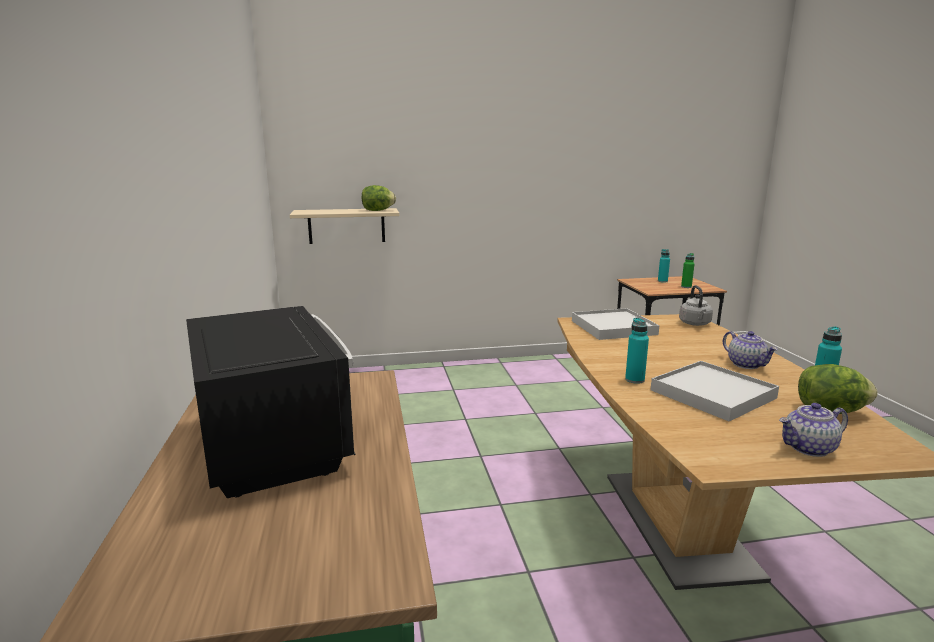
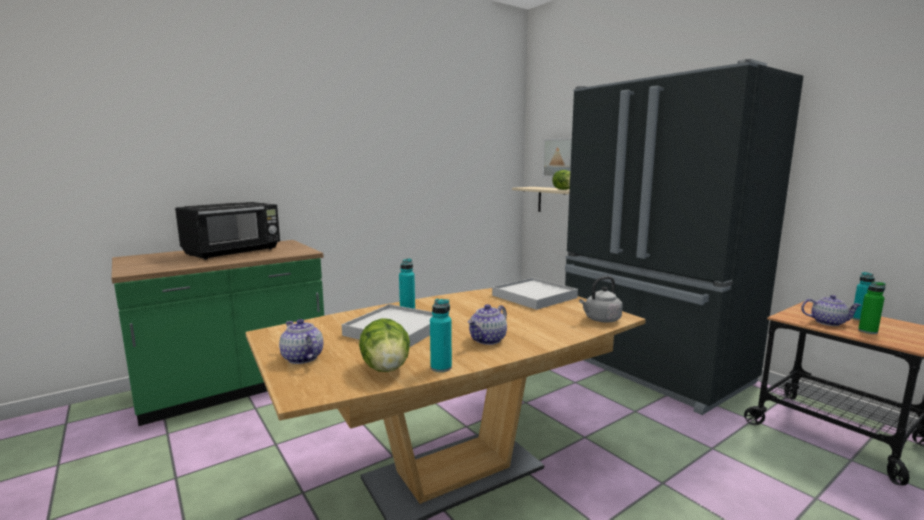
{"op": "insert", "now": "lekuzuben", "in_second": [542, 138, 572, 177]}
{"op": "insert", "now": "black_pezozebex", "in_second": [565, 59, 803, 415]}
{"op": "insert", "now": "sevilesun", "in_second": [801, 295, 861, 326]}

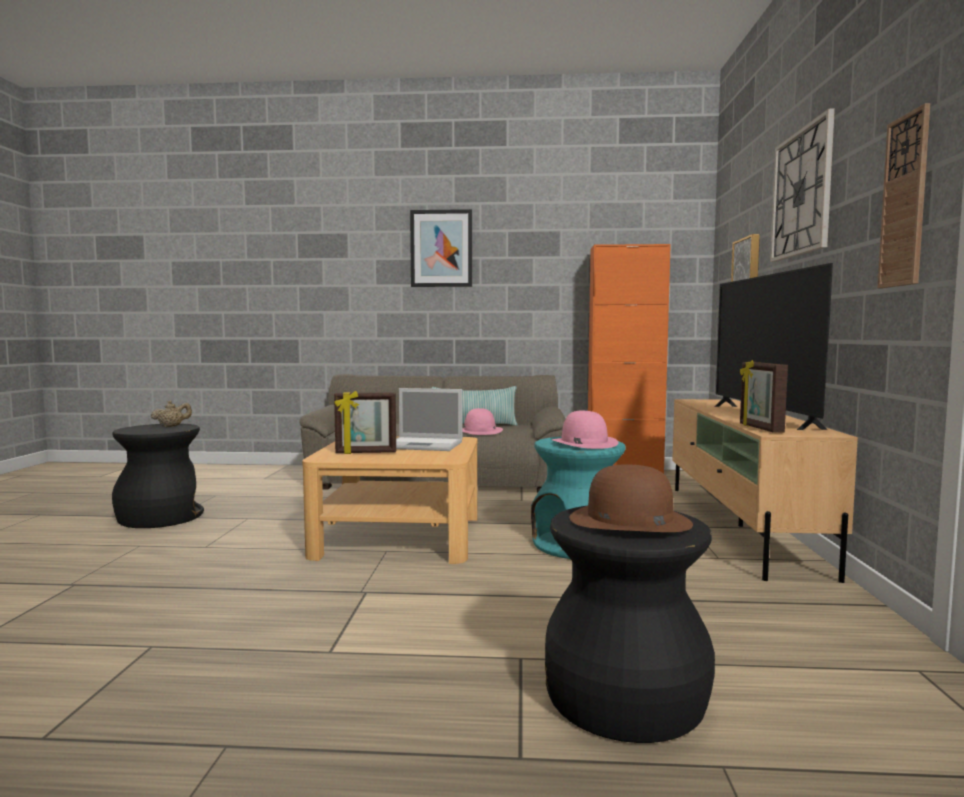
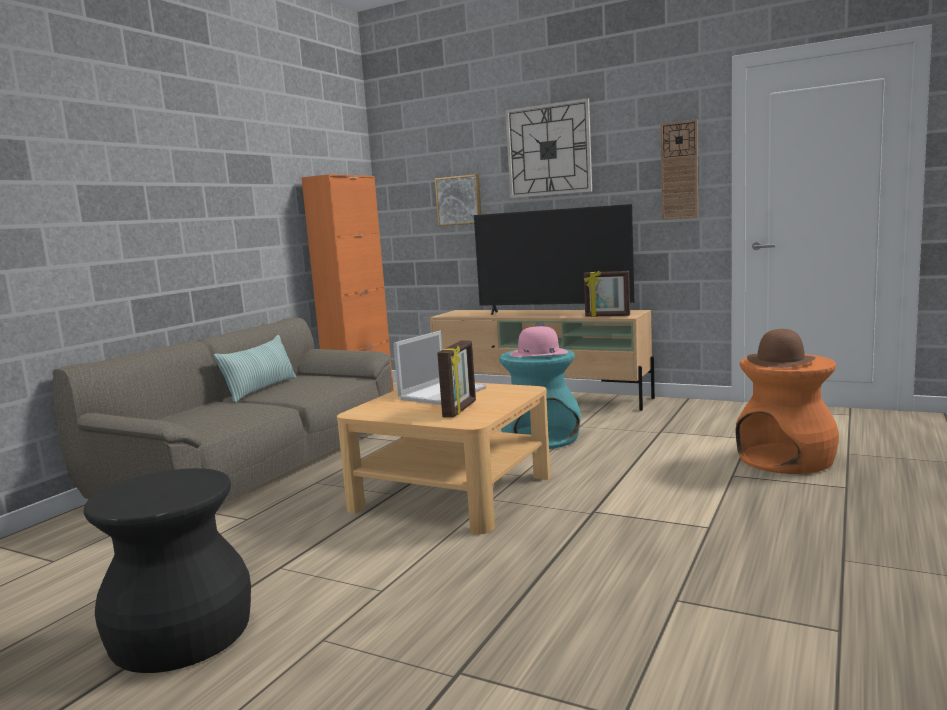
{"op": "delete", "was": "beige_sevilesun", "in_first": [151, 400, 192, 428]}
{"op": "delete", "was": "lekuzuben", "in_first": [410, 209, 472, 287]}
{"op": "delete", "was": "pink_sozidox", "in_first": [463, 408, 503, 435]}
{"op": "recolor", "was": "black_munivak", "now": "orange_munivak", "in_first": [545, 506, 715, 743], "in_second": [736, 354, 839, 474]}

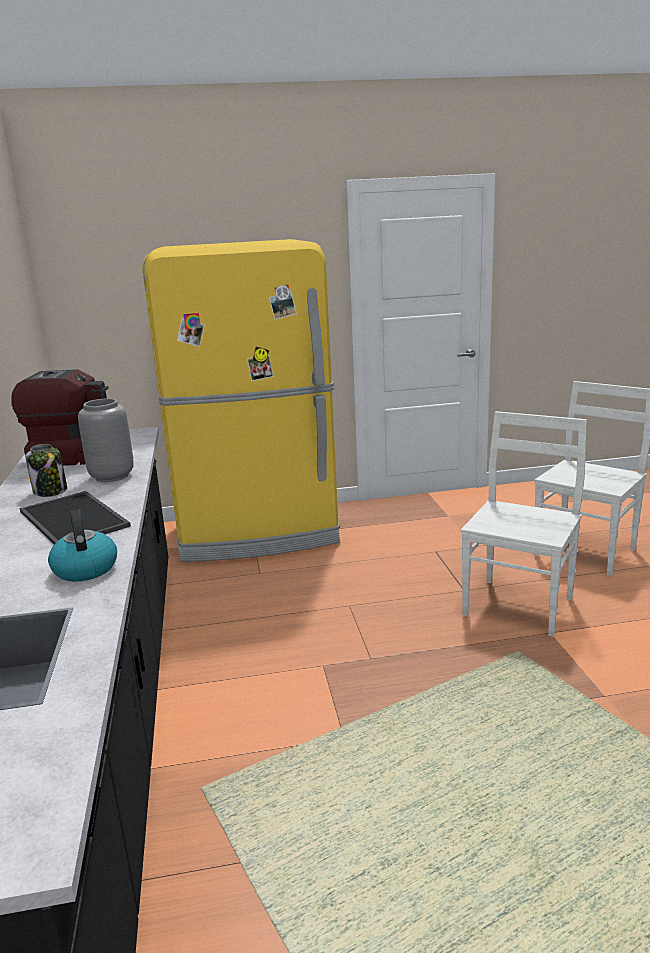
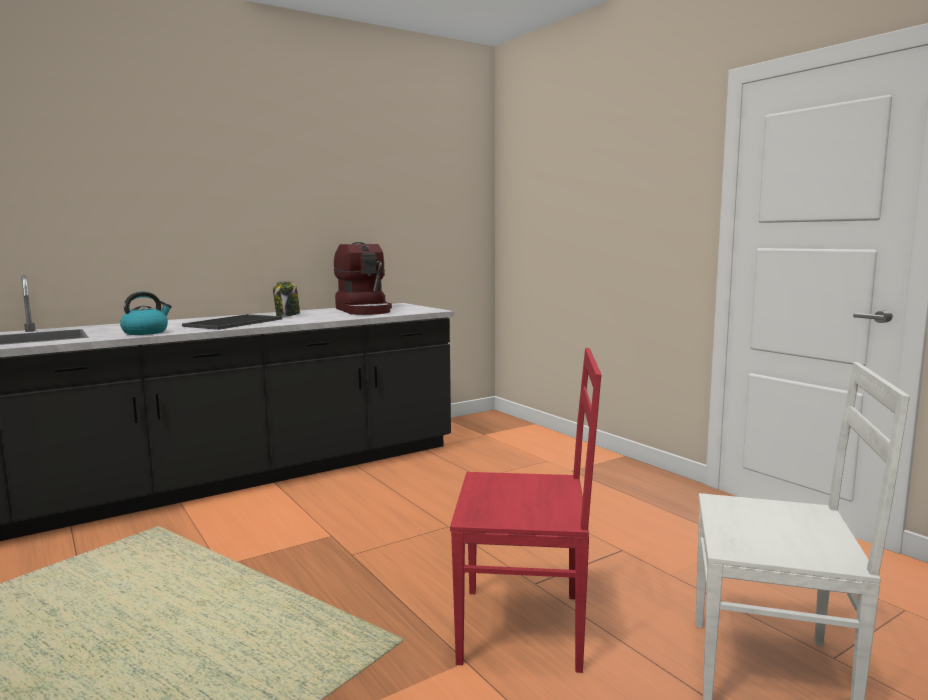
{"op": "delete", "was": "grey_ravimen", "in_first": [78, 399, 134, 482]}
{"op": "delete", "was": "yellow_pezozebex", "in_first": [142, 239, 340, 561]}
{"op": "recolor", "was": "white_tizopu", "now": "red_tizopu", "in_first": [461, 411, 587, 637], "in_second": [450, 348, 601, 673]}

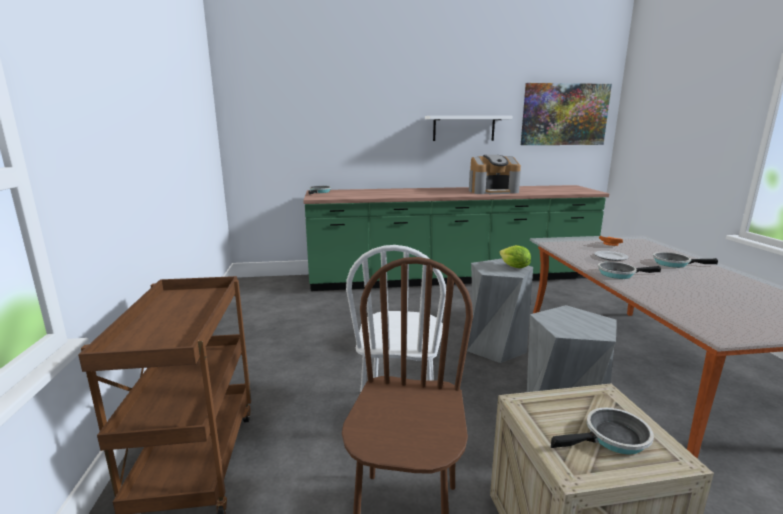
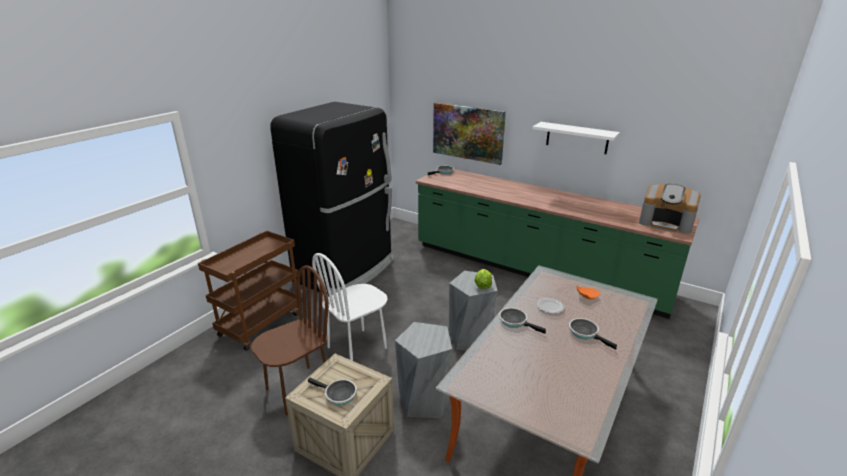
{"op": "move", "was": "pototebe", "in_first": [469, 155, 521, 194], "in_second": [639, 184, 701, 234]}
{"op": "move", "was": "lekuzuben", "in_first": [521, 83, 612, 145], "in_second": [433, 103, 506, 165]}
{"op": "insert", "now": "black_pezozebex", "in_second": [270, 102, 393, 296]}

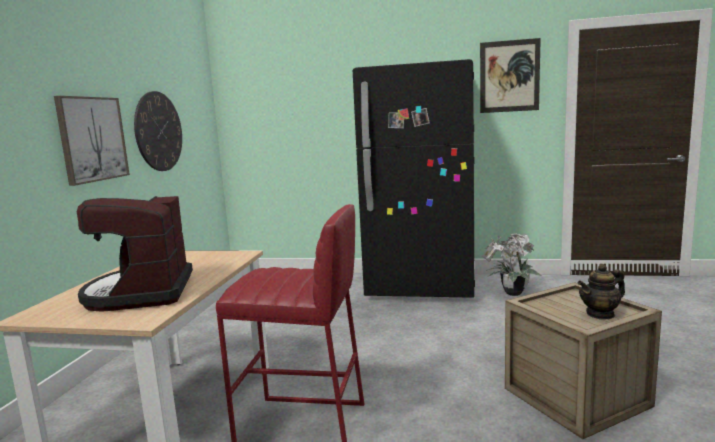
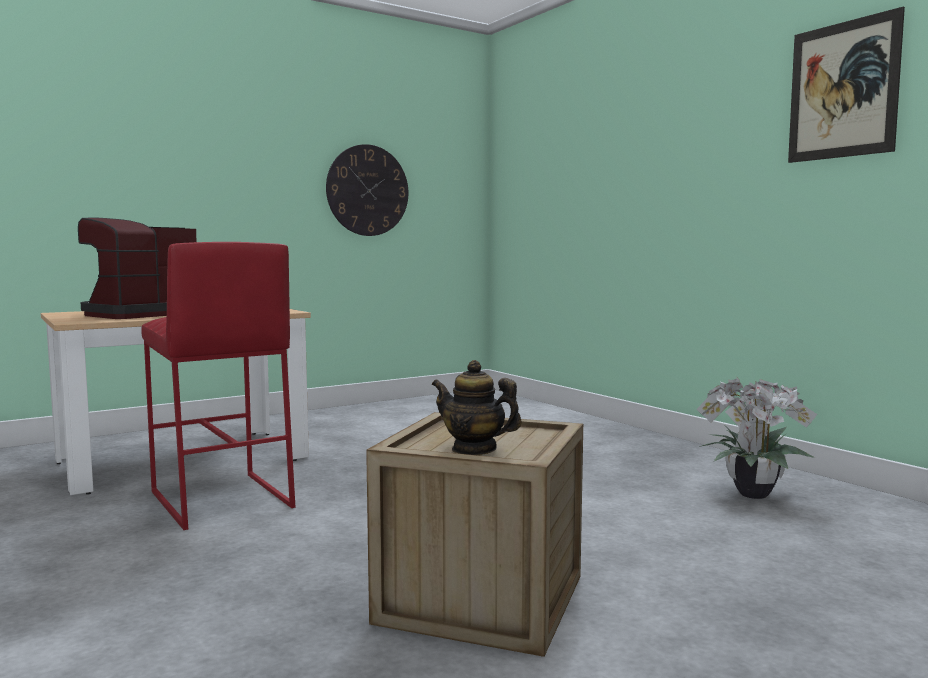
{"op": "delete", "was": "lekuzuben", "in_first": [54, 96, 130, 186]}
{"op": "delete", "was": "black_pezozebex", "in_first": [353, 59, 475, 298]}

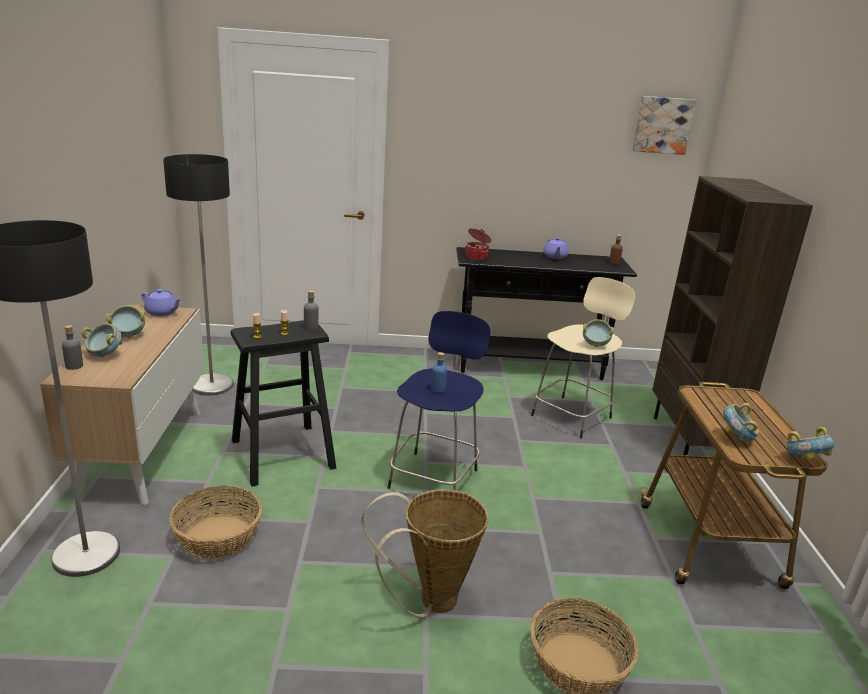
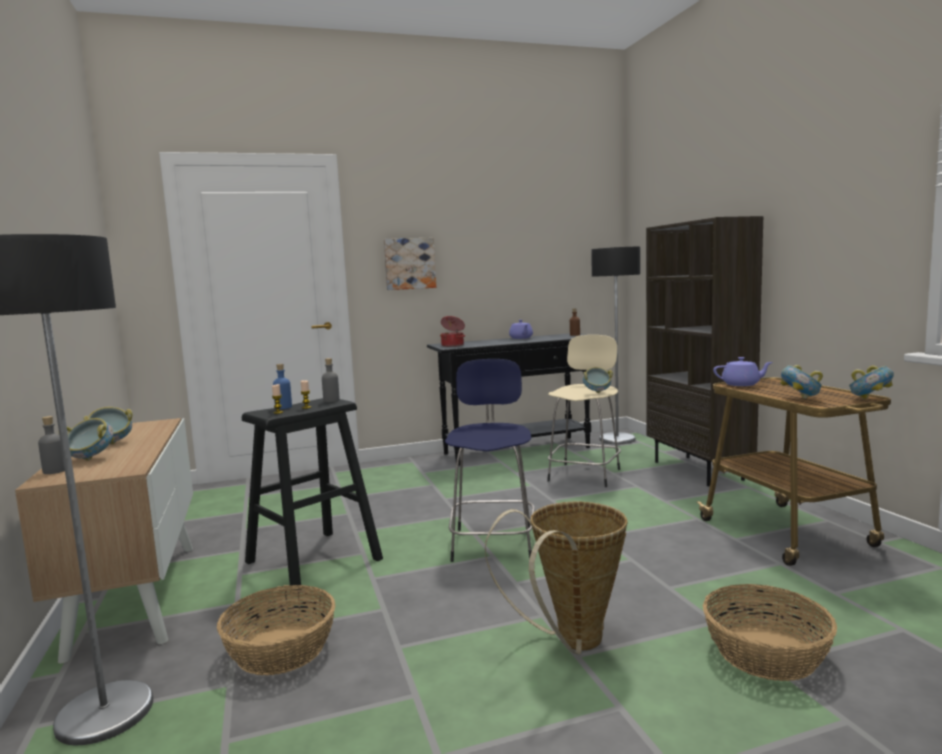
{"op": "move", "was": "purple_sevilesun", "in_first": [141, 289, 182, 316], "in_second": [713, 357, 773, 386]}
{"op": "move", "was": "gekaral", "in_first": [163, 154, 234, 396], "in_second": [591, 247, 640, 444]}
{"op": "move", "was": "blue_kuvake", "in_first": [431, 352, 447, 393], "in_second": [273, 364, 292, 409]}
{"op": "move", "was": "lekuzuben", "in_first": [633, 96, 696, 155], "in_second": [384, 238, 436, 290]}

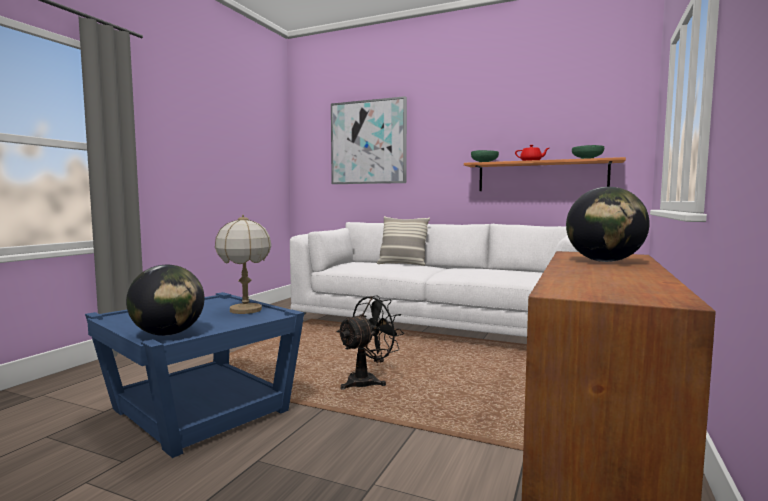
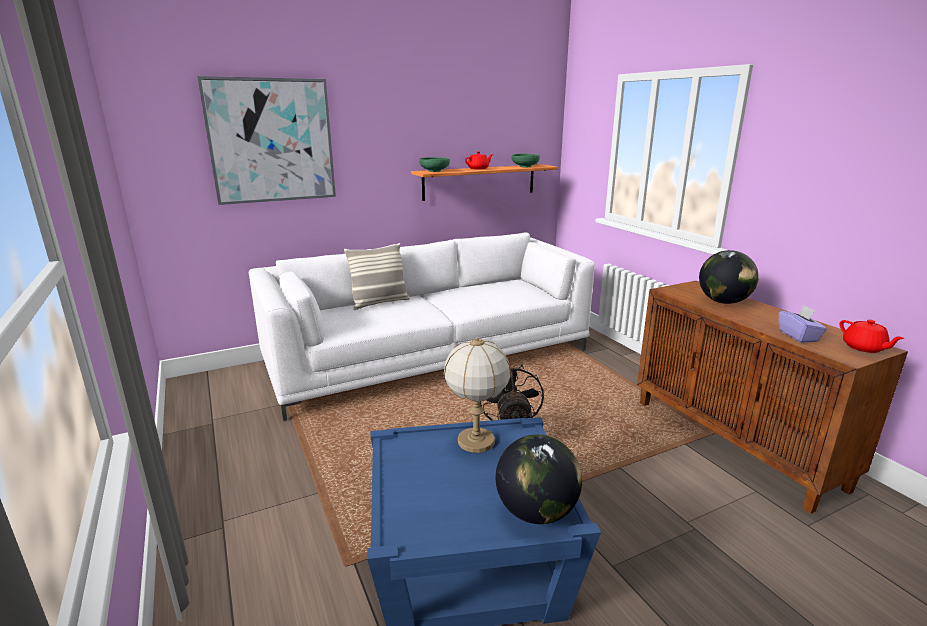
{"op": "insert", "now": "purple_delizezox", "in_second": [779, 305, 827, 343]}
{"op": "insert", "now": "red_sevilesun", "in_second": [840, 320, 905, 353]}

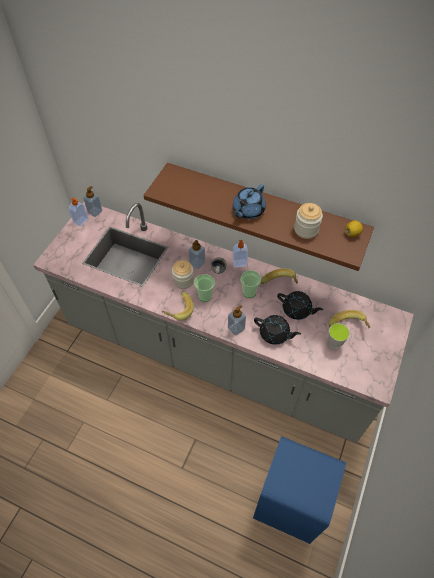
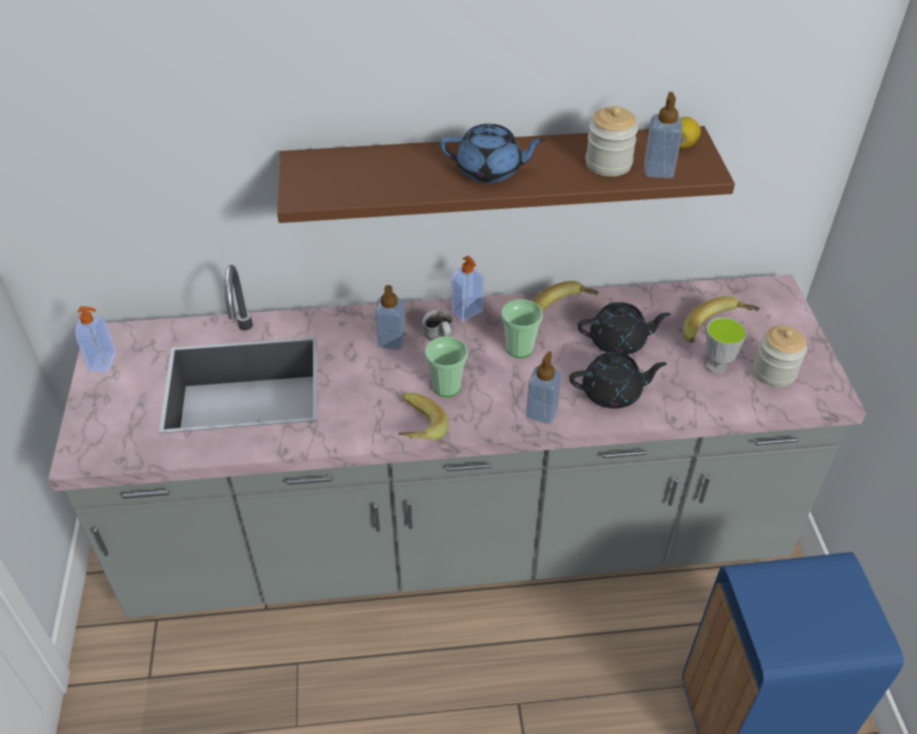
{"op": "move", "was": "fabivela", "in_first": [83, 186, 102, 217], "in_second": [644, 92, 683, 178]}
{"op": "move", "was": "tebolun", "in_first": [172, 260, 194, 289], "in_second": [753, 325, 807, 387]}
{"op": "rotate", "was": "blue_sevilesun", "in_first": [233, 184, 266, 219], "in_second": [440, 124, 546, 183], "clockwise": -90}

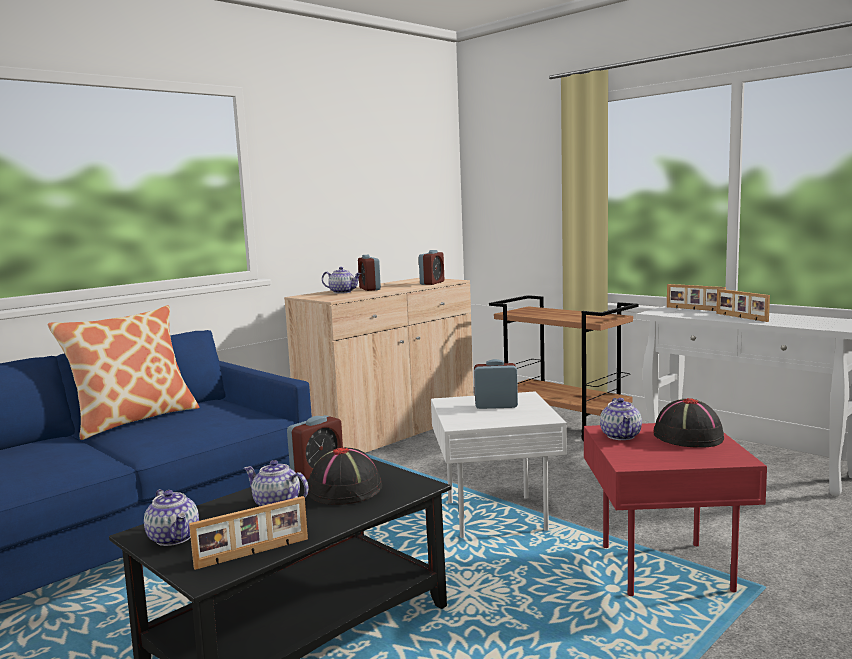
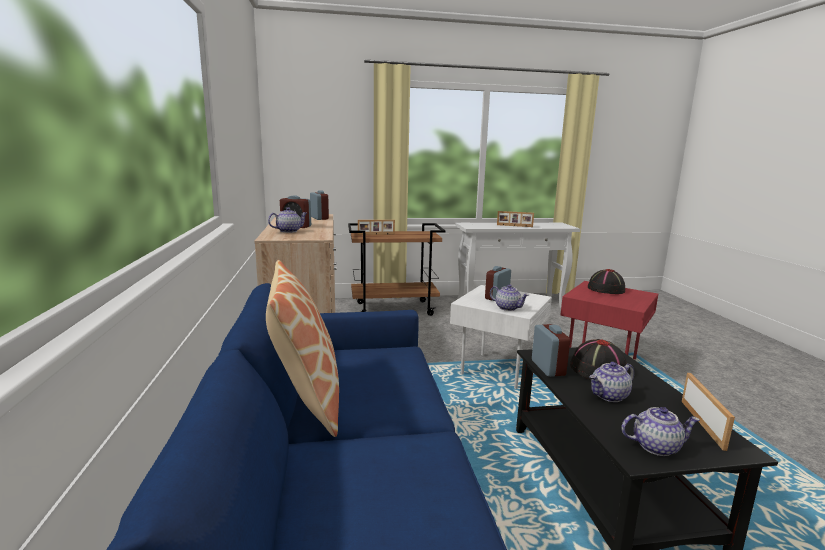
{"op": "move", "was": "sevilesun", "in_first": [600, 398, 642, 440], "in_second": [490, 284, 529, 311]}
{"op": "move", "was": "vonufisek", "in_first": [667, 284, 726, 311], "in_second": [358, 220, 395, 235]}

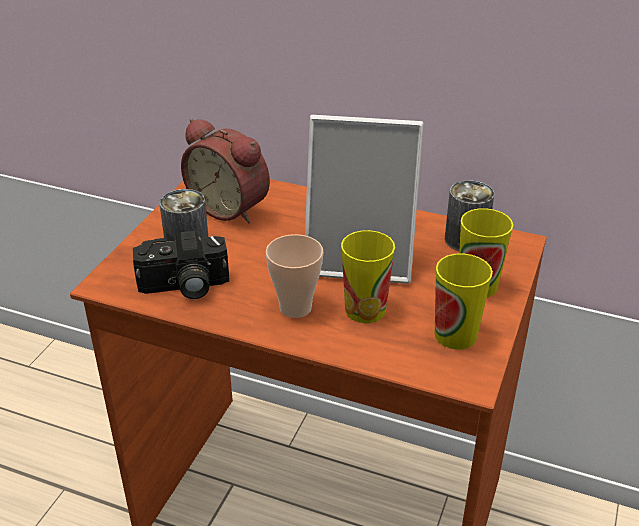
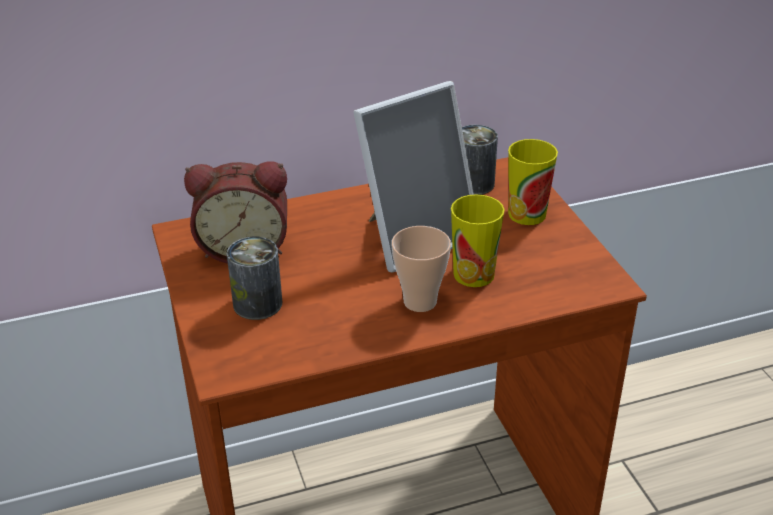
{"op": "delete", "was": "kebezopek", "in_first": [133, 231, 229, 299]}
{"op": "delete", "was": "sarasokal", "in_first": [435, 253, 493, 350]}

